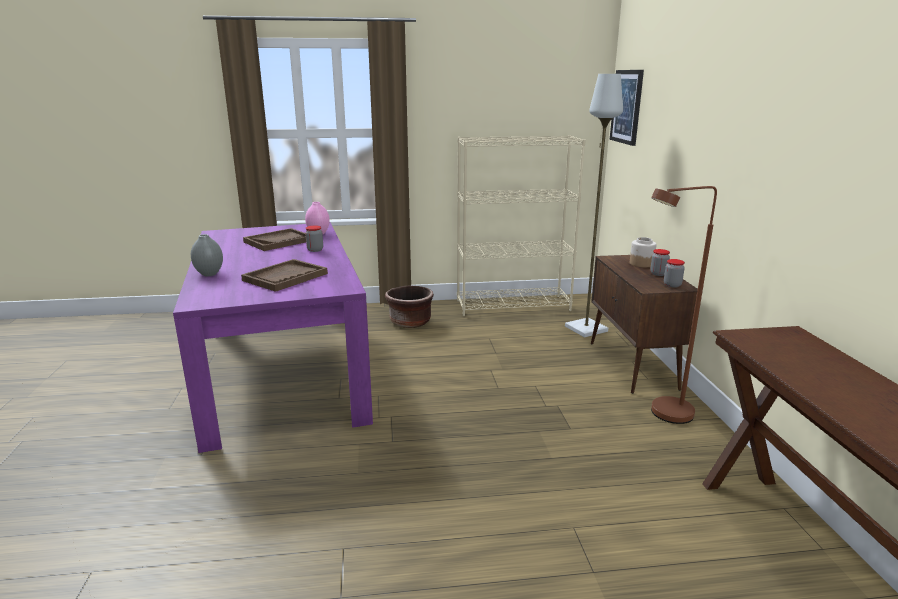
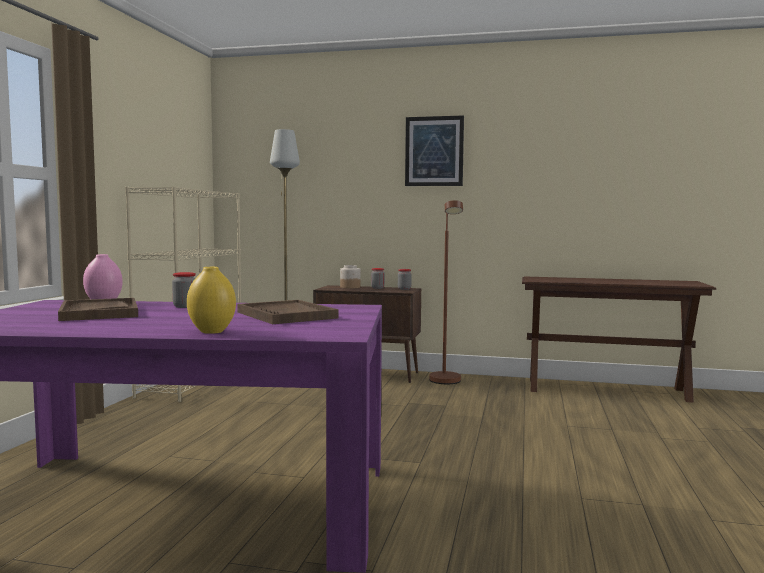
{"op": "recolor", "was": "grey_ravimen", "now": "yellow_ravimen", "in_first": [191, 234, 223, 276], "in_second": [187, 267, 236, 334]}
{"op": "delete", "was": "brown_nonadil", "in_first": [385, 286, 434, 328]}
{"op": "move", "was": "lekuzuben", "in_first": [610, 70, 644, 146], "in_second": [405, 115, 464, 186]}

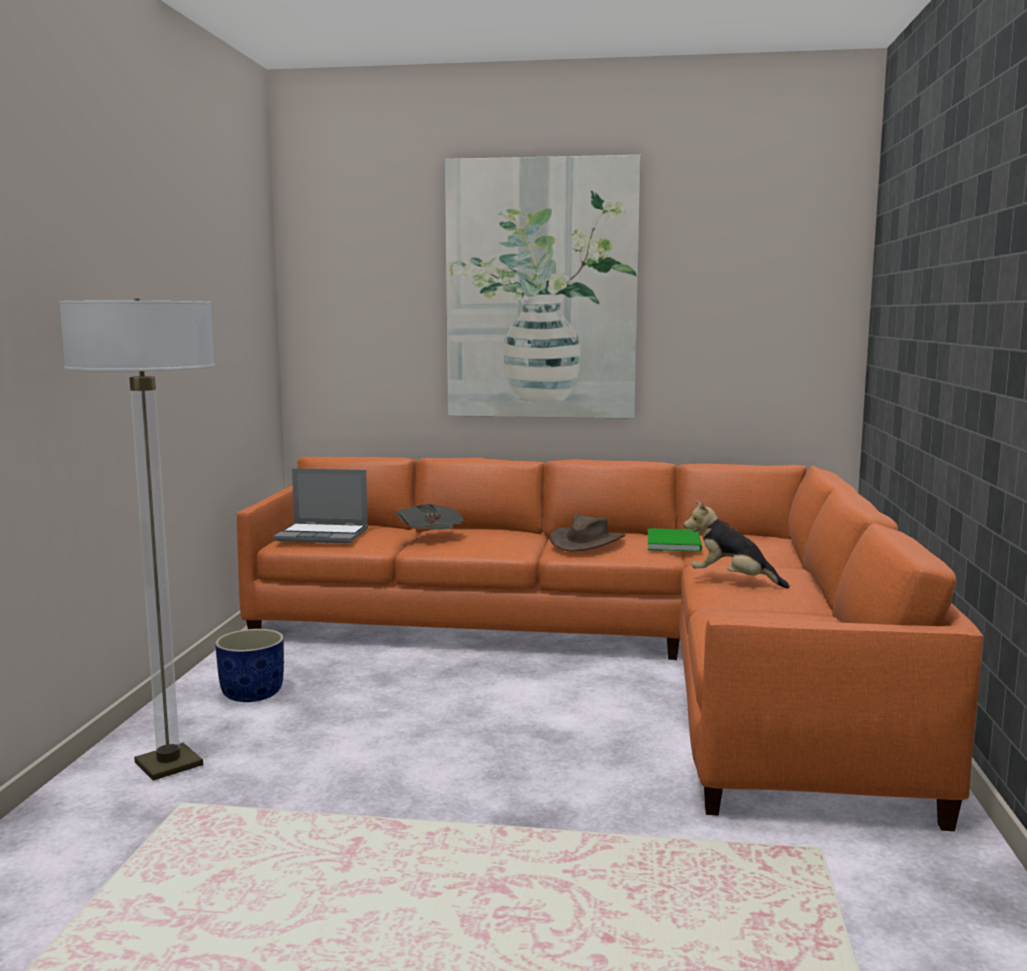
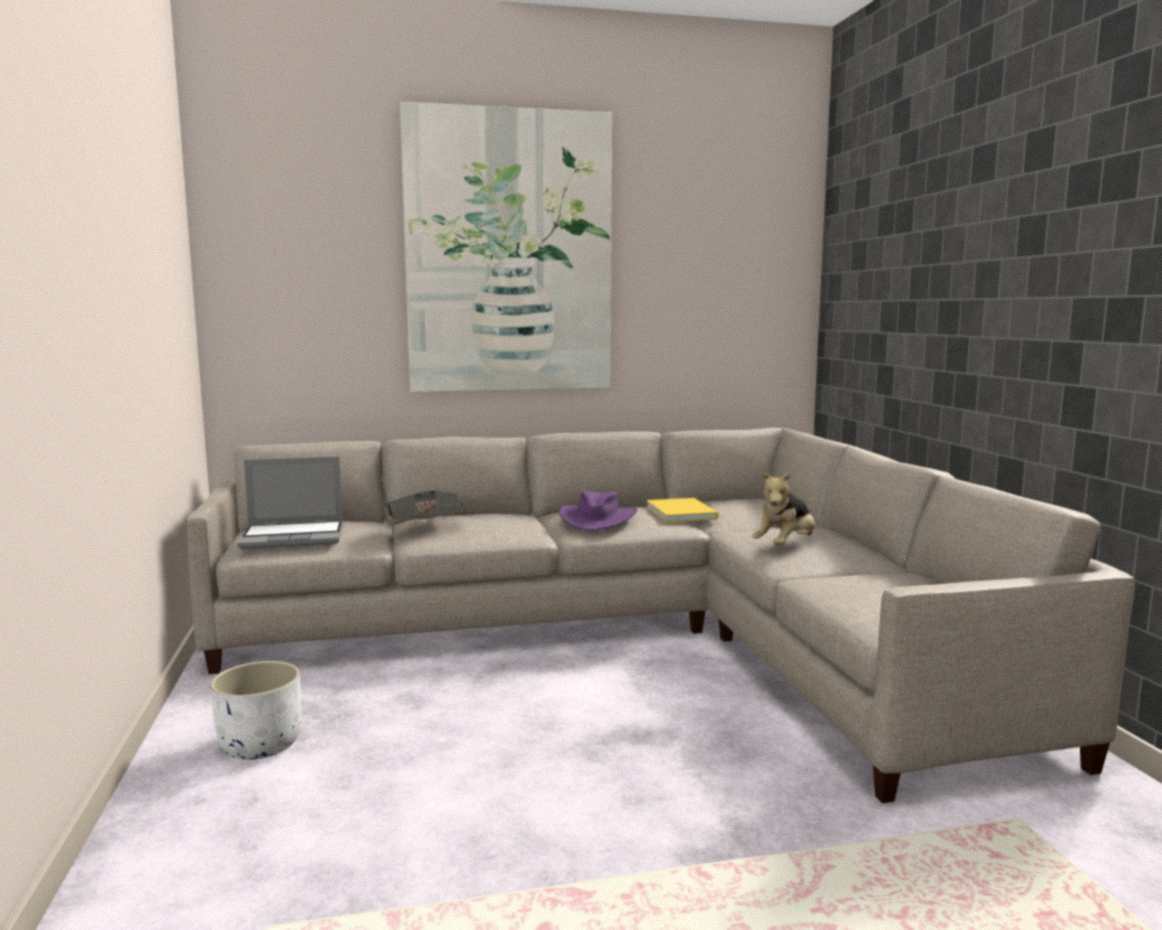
{"op": "delete", "was": "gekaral", "in_first": [59, 298, 215, 781]}
{"op": "recolor", "was": "blue_nonadil", "now": "white_nonadil", "in_first": [215, 629, 284, 702], "in_second": [210, 661, 301, 760]}
{"op": "recolor", "was": "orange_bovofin", "now": "beige_bovofin", "in_first": [237, 457, 983, 831], "in_second": [187, 428, 1135, 803]}
{"op": "recolor", "was": "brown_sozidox", "now": "purple_sozidox", "in_first": [549, 515, 625, 551], "in_second": [559, 491, 637, 531]}
{"op": "recolor", "was": "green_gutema", "now": "yellow_gutema", "in_first": [648, 528, 702, 552], "in_second": [646, 498, 719, 522]}
{"op": "rotate", "was": "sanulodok", "in_first": [684, 500, 790, 589], "in_second": [752, 471, 815, 545], "clockwise": -60}

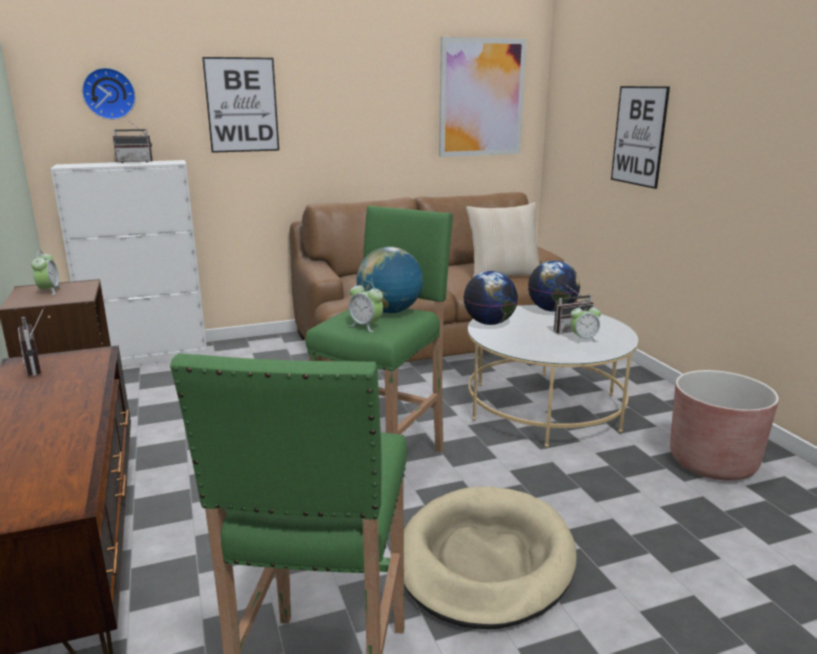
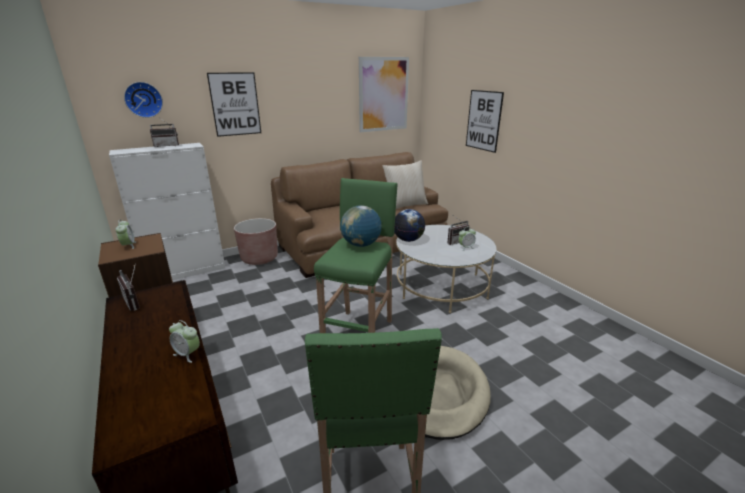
{"op": "move", "was": "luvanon", "in_first": [349, 281, 383, 332], "in_second": [169, 320, 200, 363]}
{"op": "delete", "was": "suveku", "in_first": [528, 261, 580, 312]}
{"op": "move", "was": "brown_nonadil", "in_first": [670, 370, 779, 481], "in_second": [234, 218, 278, 265]}

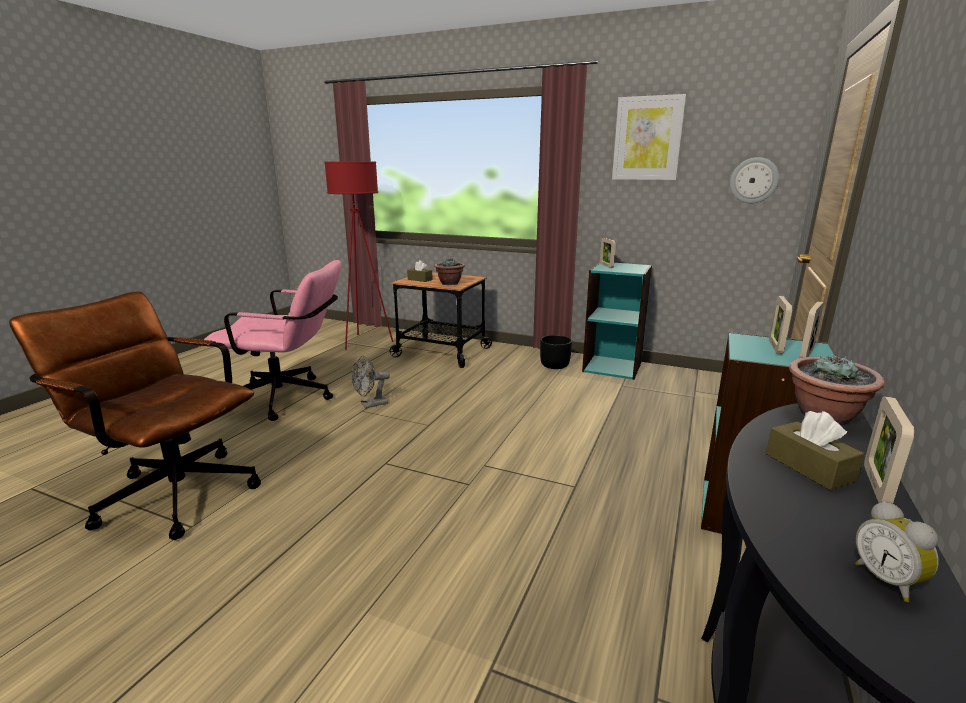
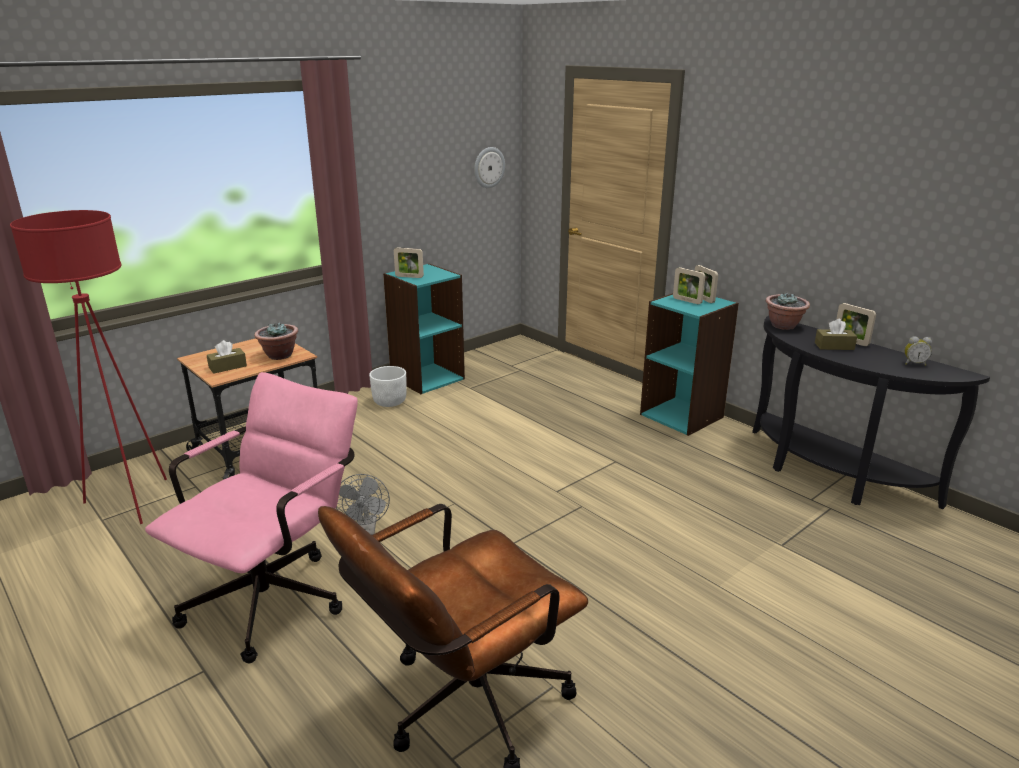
{"op": "recolor", "was": "black_nonadil", "now": "white_nonadil", "in_first": [540, 335, 572, 369], "in_second": [369, 366, 407, 407]}
{"op": "delete", "was": "lekuzuben", "in_first": [612, 94, 686, 180]}

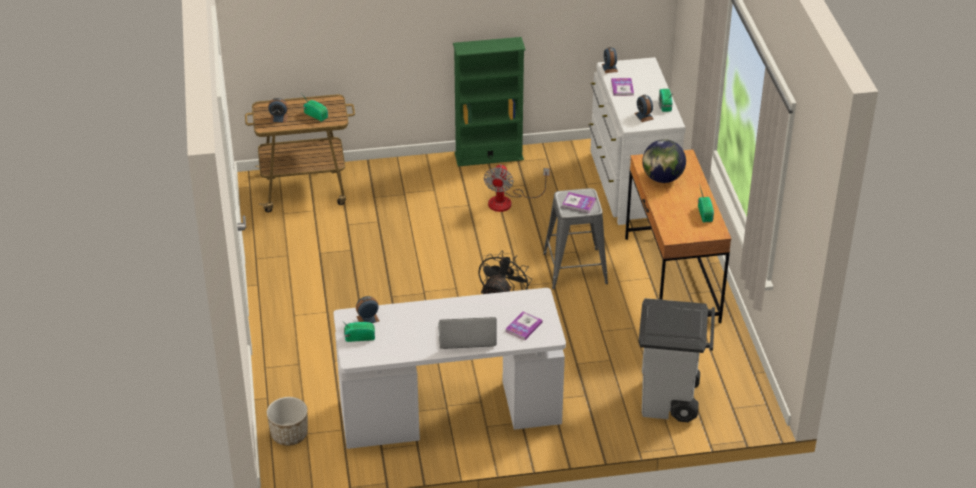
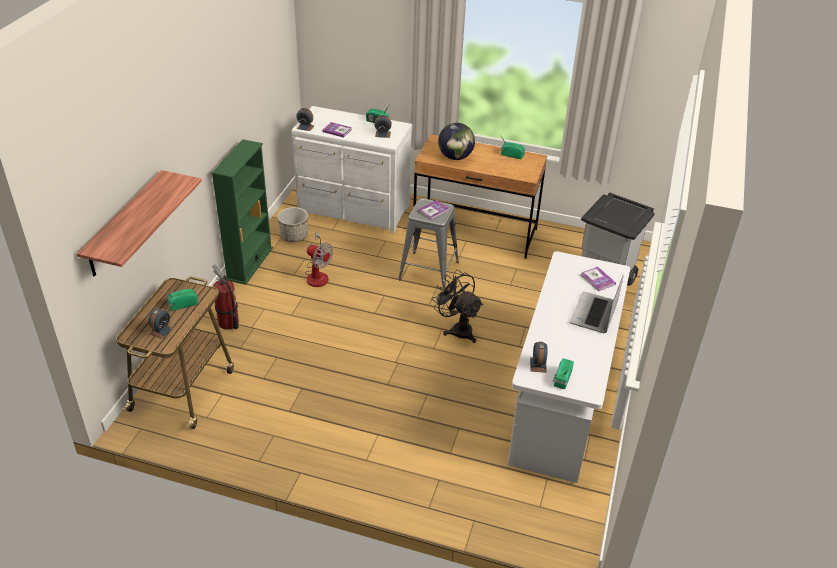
{"op": "move", "was": "nonadil", "in_first": [267, 397, 308, 446], "in_second": [277, 207, 308, 242]}
{"op": "insert", "now": "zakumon", "in_second": [77, 170, 202, 277]}
{"op": "insert", "now": "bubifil", "in_second": [213, 265, 239, 329]}

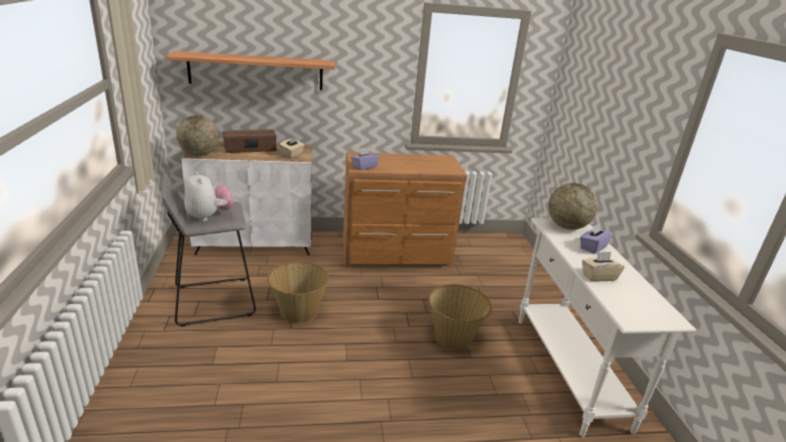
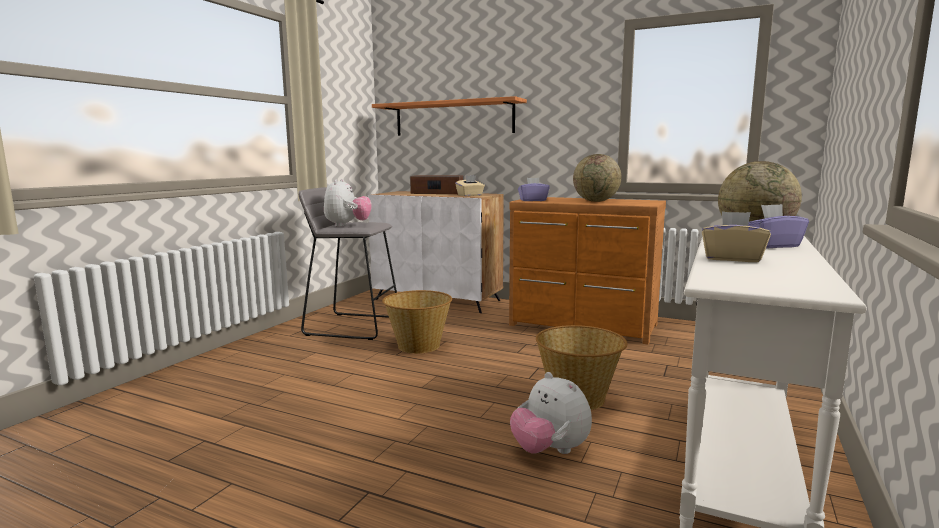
{"op": "move", "was": "suveku", "in_first": [176, 115, 219, 156], "in_second": [573, 154, 621, 202]}
{"op": "insert", "now": "sanulodok", "in_second": [510, 372, 592, 454]}

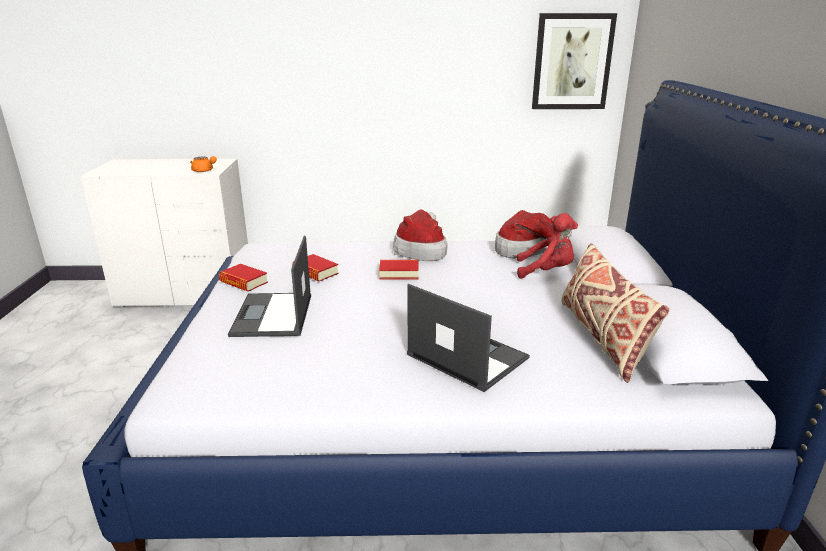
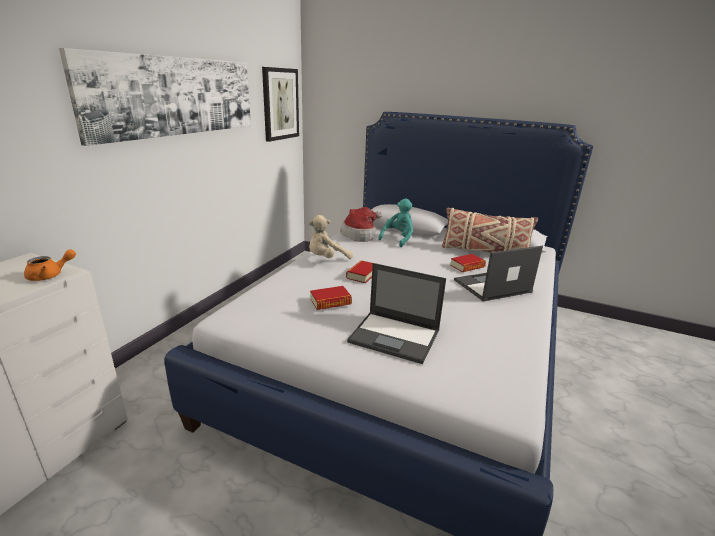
{"op": "move", "was": "gutema", "in_first": [219, 264, 268, 292], "in_second": [450, 254, 486, 272]}
{"op": "replace", "was": "sozidox", "now": "beige_sanulodok", "in_first": [393, 210, 447, 261], "in_second": [309, 215, 353, 259]}
{"op": "recolor", "was": "red_sanulodok", "now": "turquoise_sanulodok", "in_first": [517, 213, 578, 279], "in_second": [378, 198, 413, 247]}
{"op": "insert", "now": "lekuzuben", "in_second": [59, 48, 251, 146]}

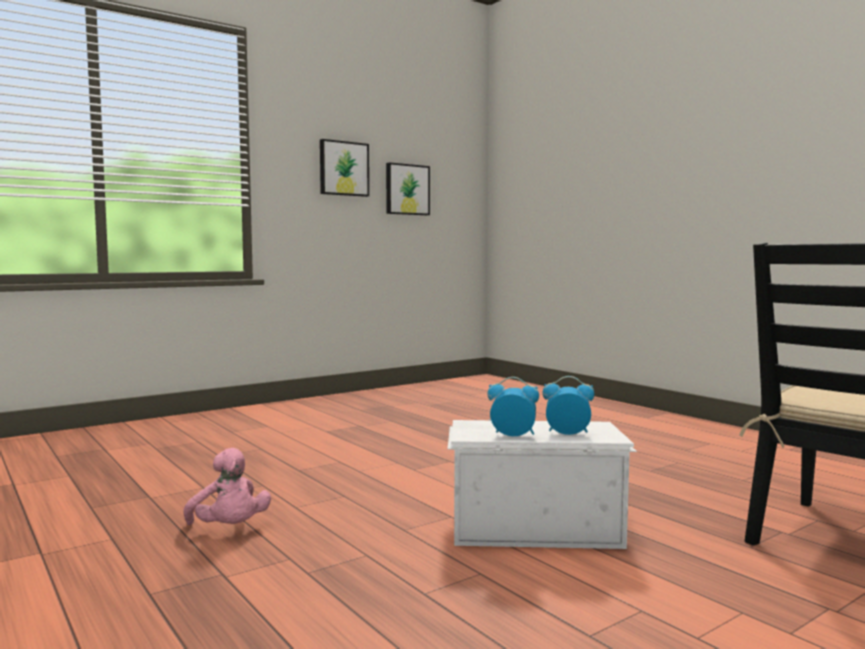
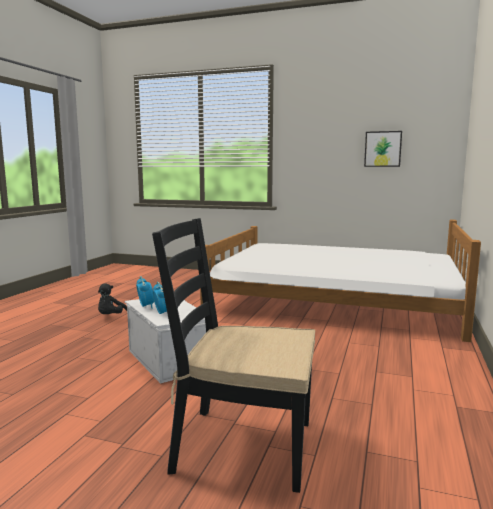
{"op": "recolor", "was": "pink_sanulodok", "now": "black_sanulodok", "in_first": [183, 448, 271, 525], "in_second": [98, 283, 127, 314]}
{"op": "delete", "was": "lekuzuben", "in_first": [320, 139, 369, 197]}
{"op": "insert", "now": "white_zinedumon", "in_second": [200, 220, 481, 342]}

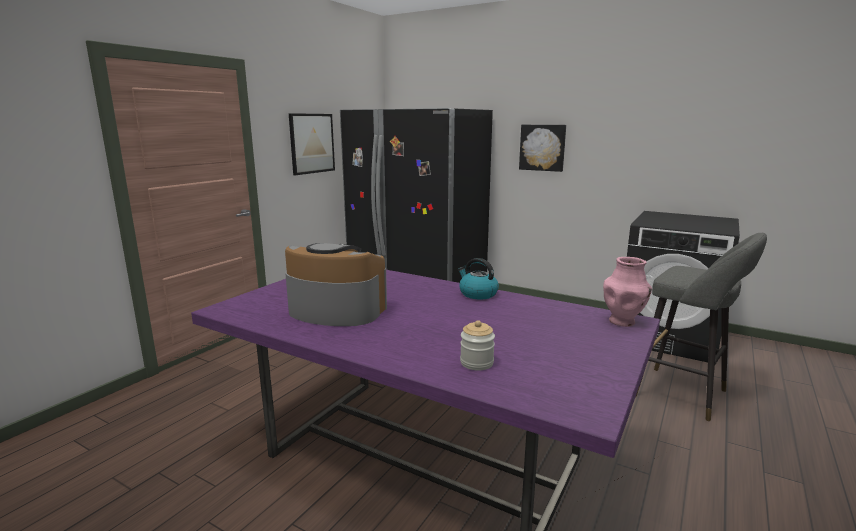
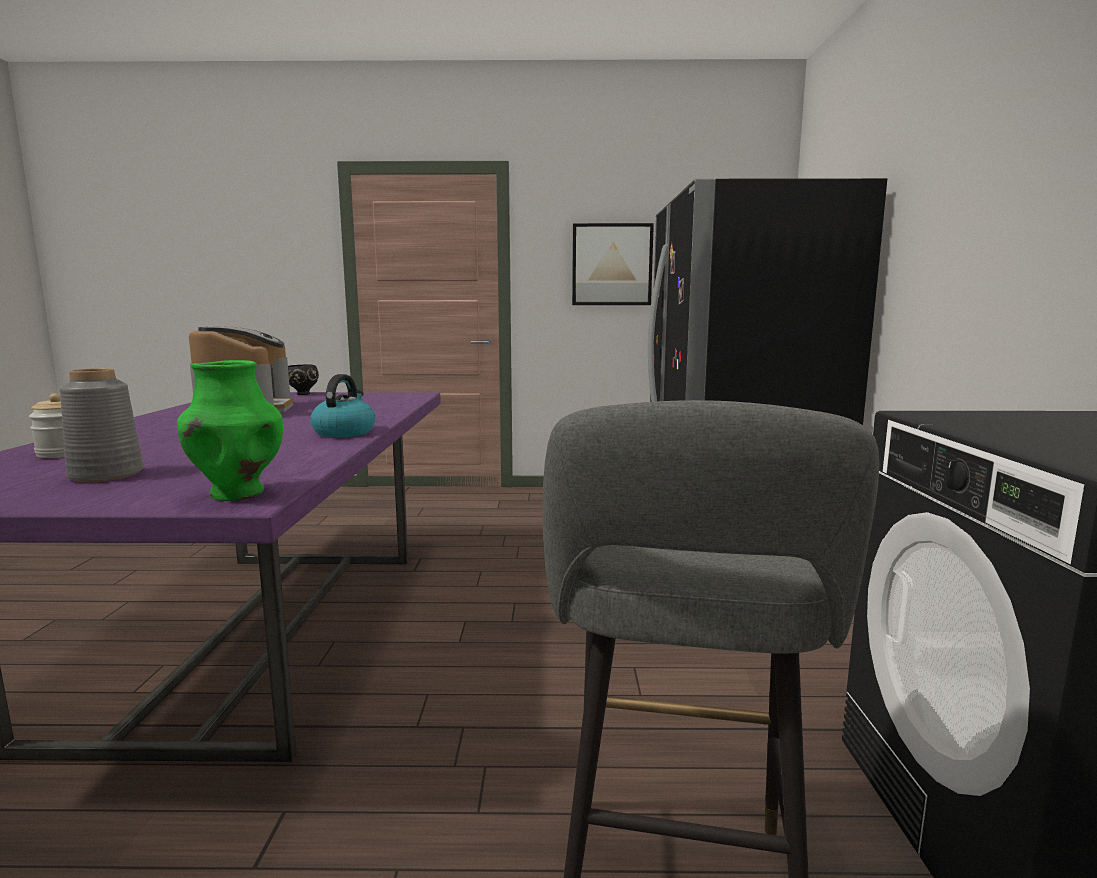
{"op": "delete", "was": "lekuzuben", "in_first": [519, 125, 566, 172]}
{"op": "recolor", "was": "pink_ravimen", "now": "green_ravimen", "in_first": [603, 257, 652, 327], "in_second": [177, 360, 283, 501]}
{"op": "insert", "now": "grey_ravimen", "in_second": [59, 368, 144, 482]}
{"op": "insert", "now": "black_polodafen", "in_second": [288, 364, 319, 395]}

